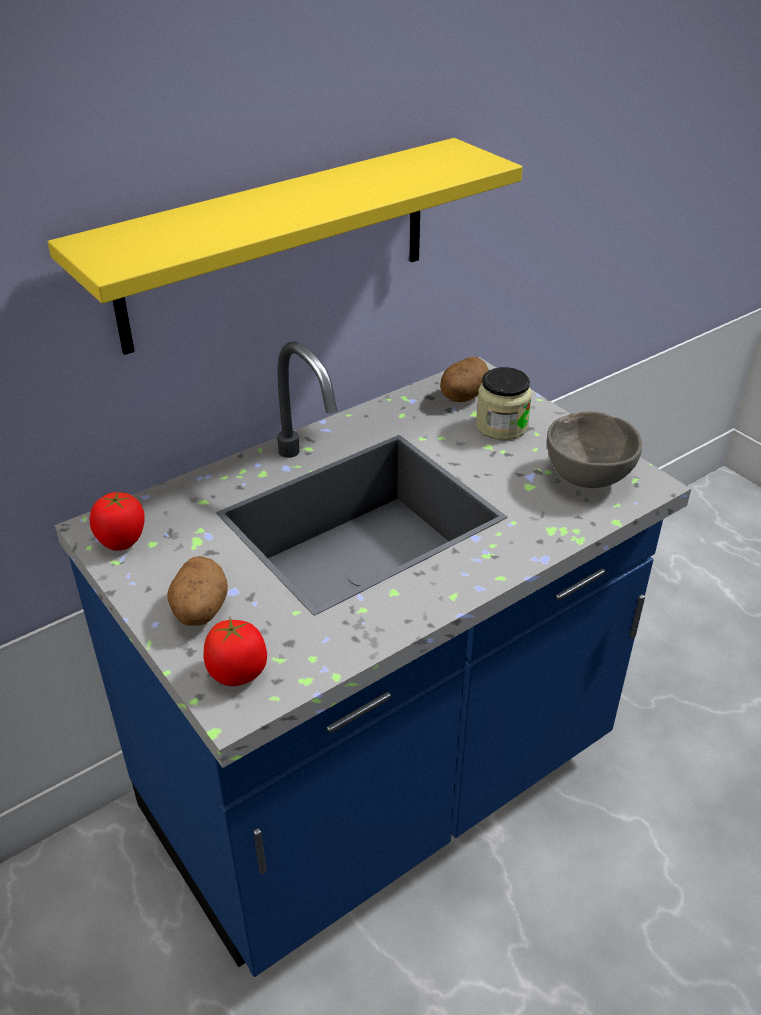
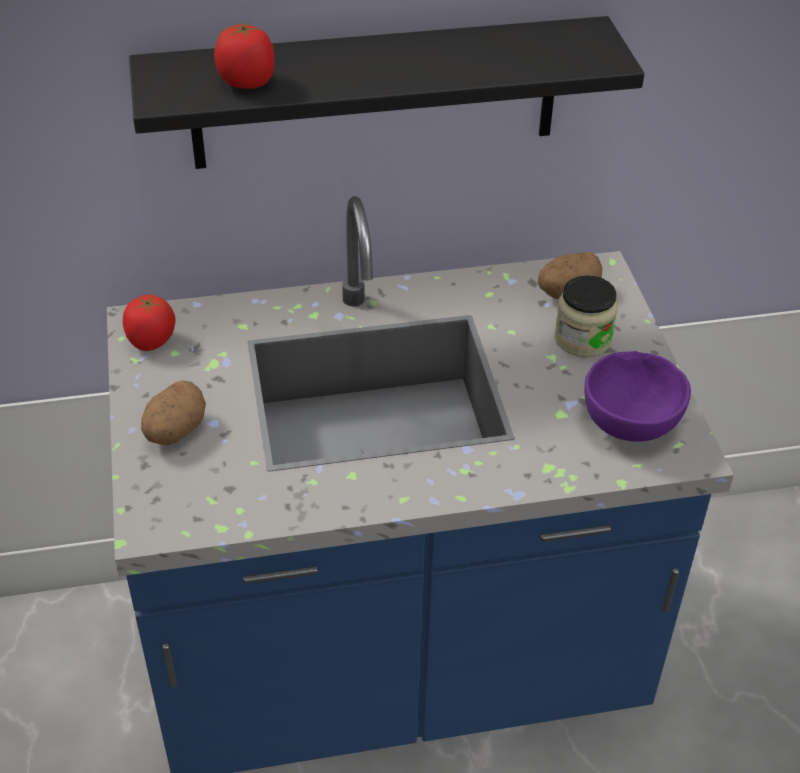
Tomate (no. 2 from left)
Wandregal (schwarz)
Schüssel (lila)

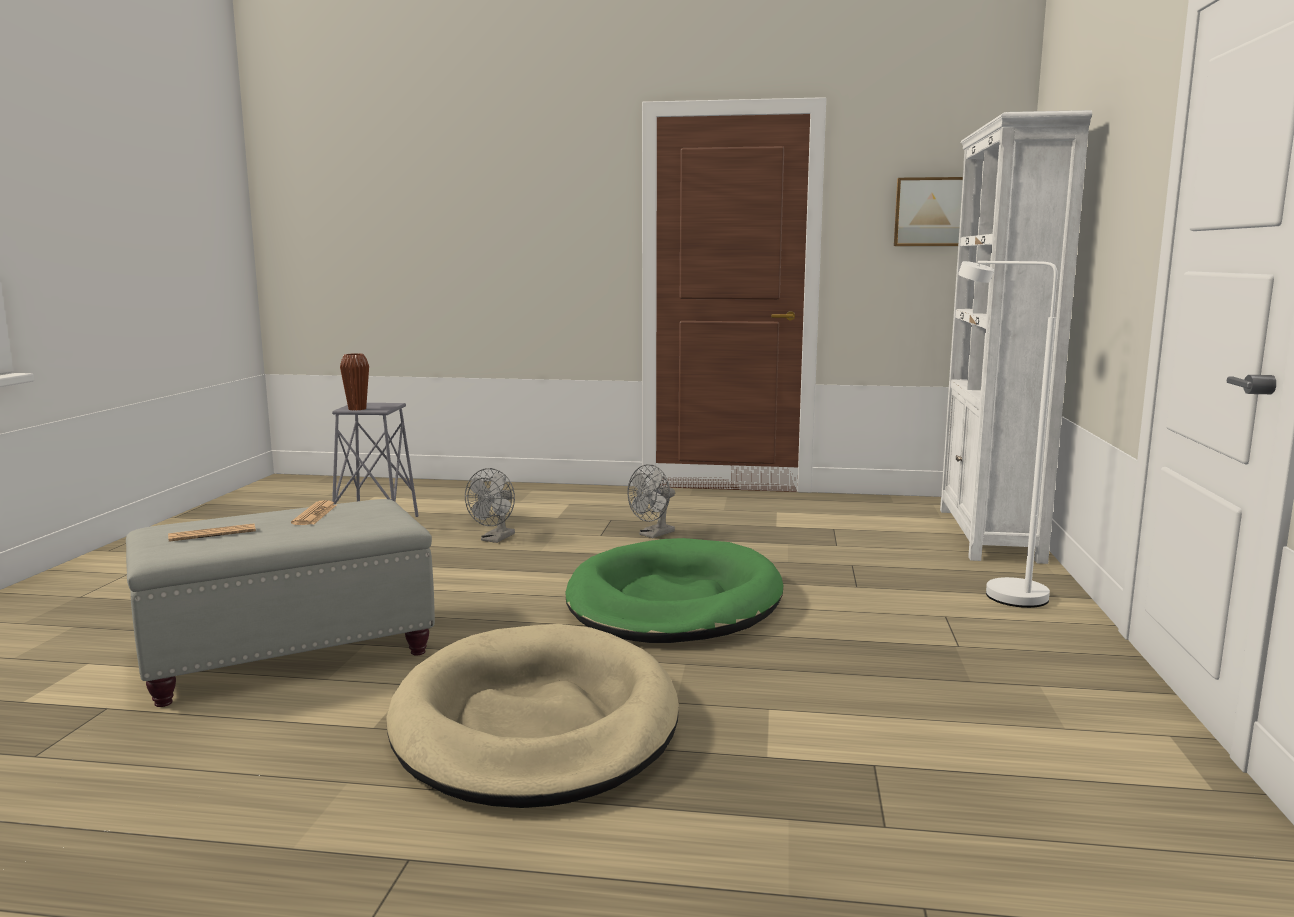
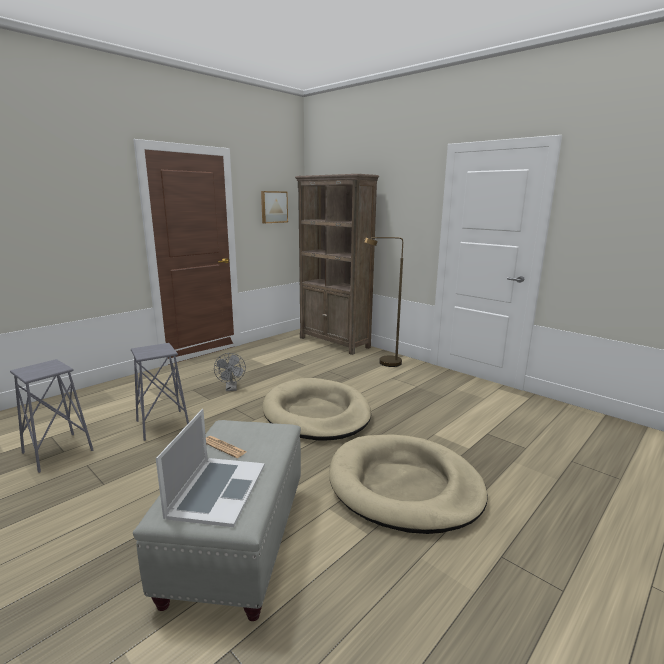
Vase (braun)
Laptop
Hocker (grau) (no. 2 from left)
Hundebett (beige) (no. 1 from left)
Bücherregal (braun)
Stehlampe (braun)

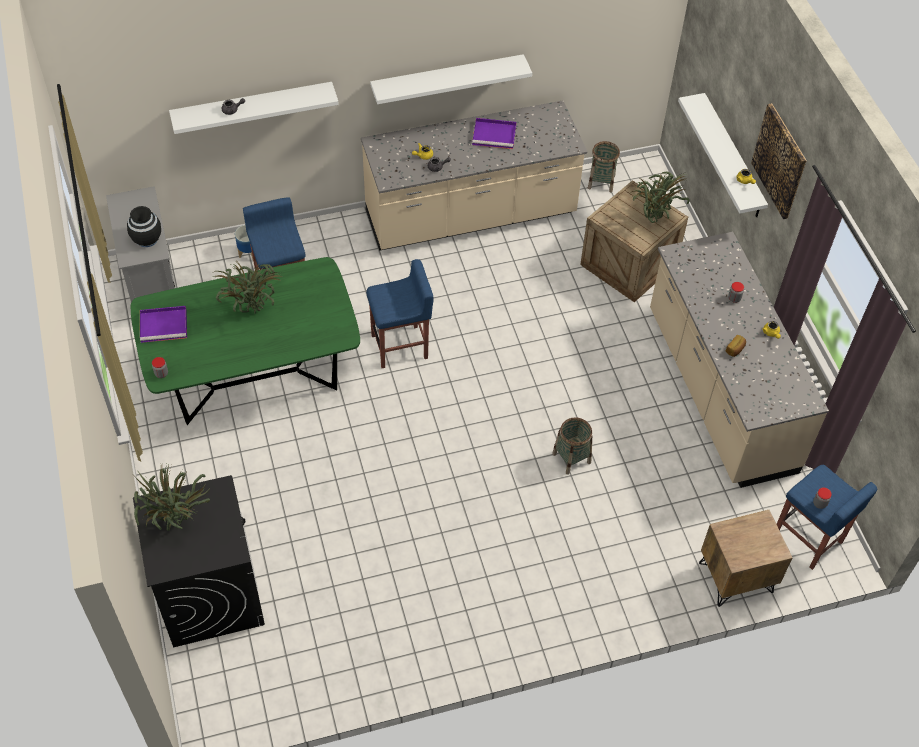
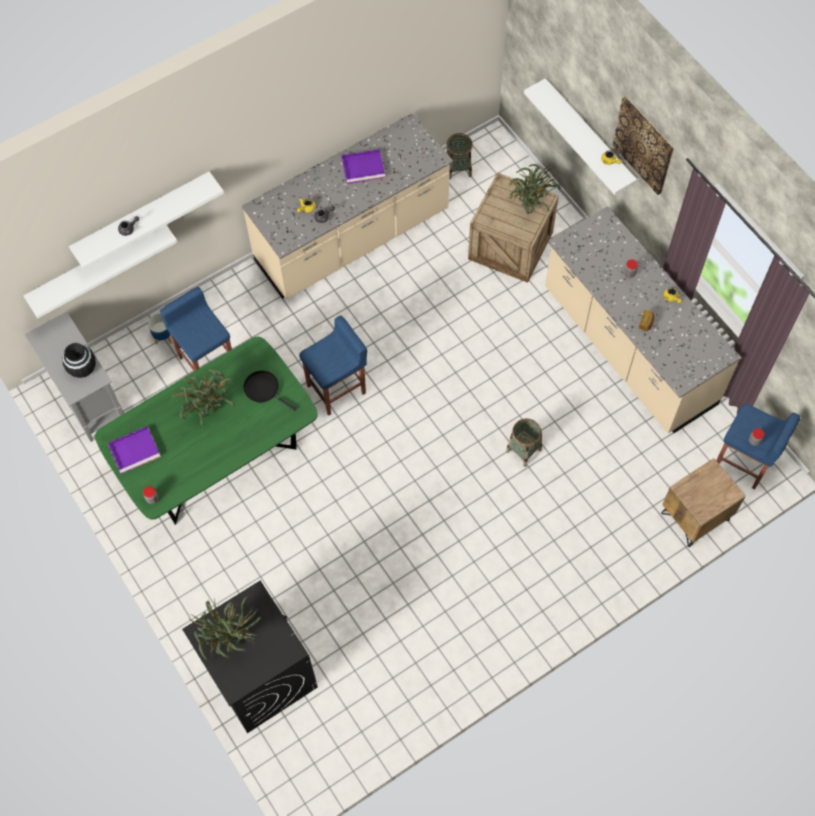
Pfanne (schwarz)
Wandregal (weiß) (no. 1 from left)

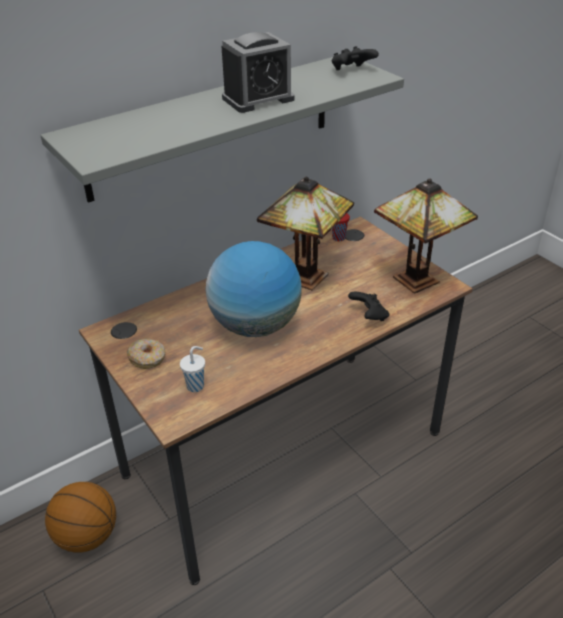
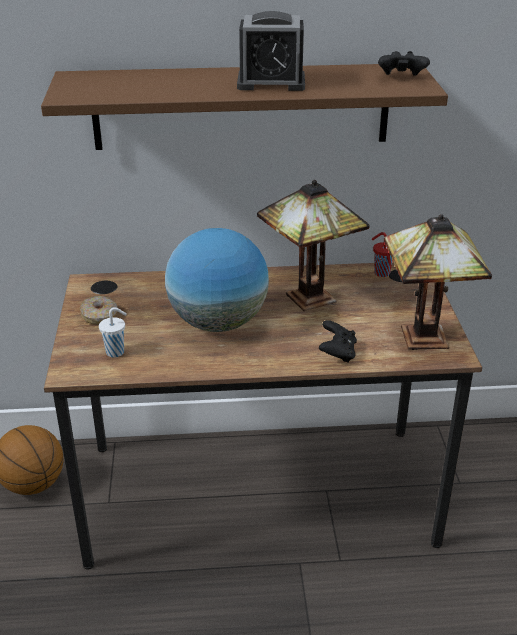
Wandregal (braun)

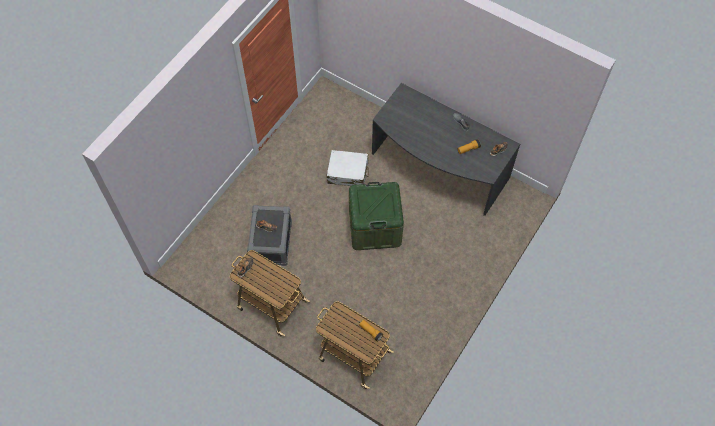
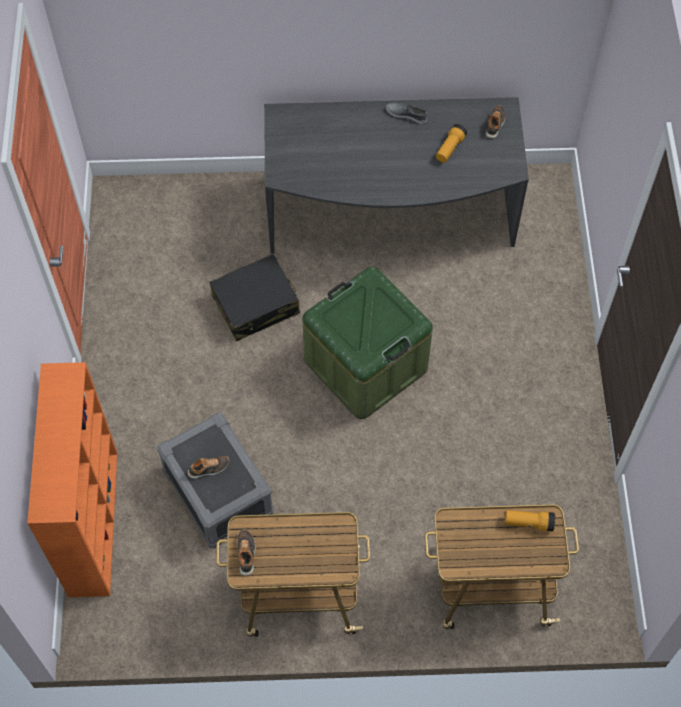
Bücherregal (orange)
Koffer (schwarz)

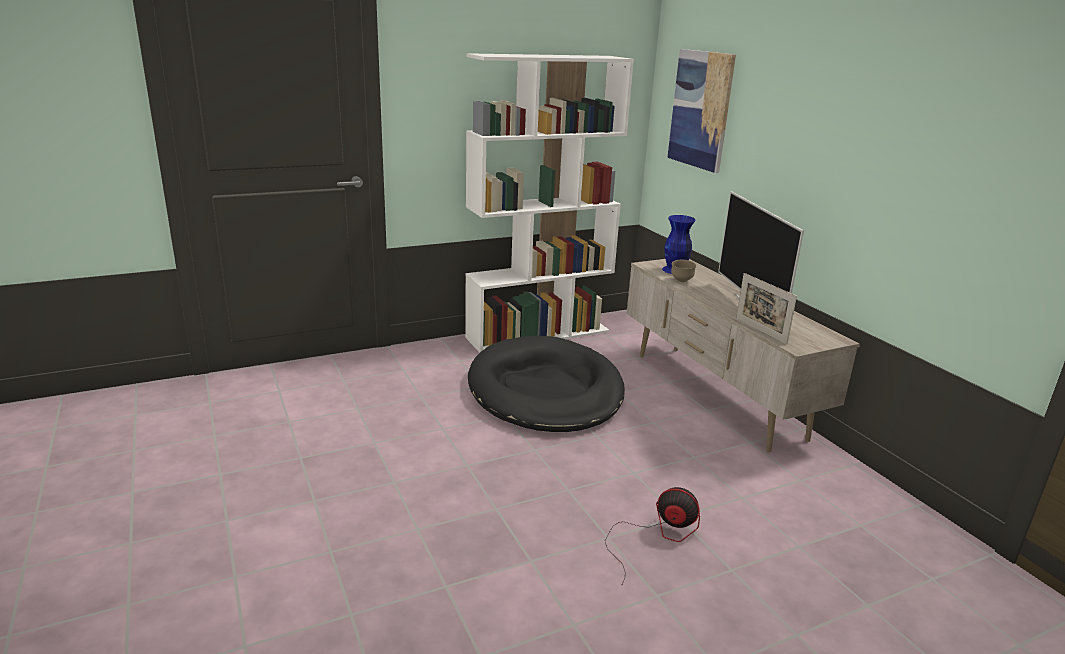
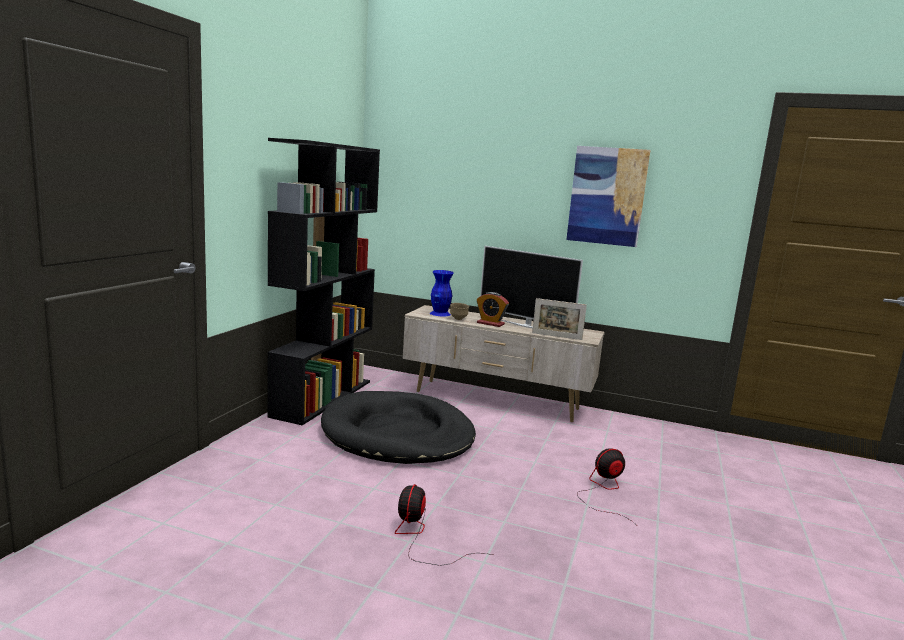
Ventilator (no. 1 from left)
Wecker
Bild
Bücherregal (schwarz)

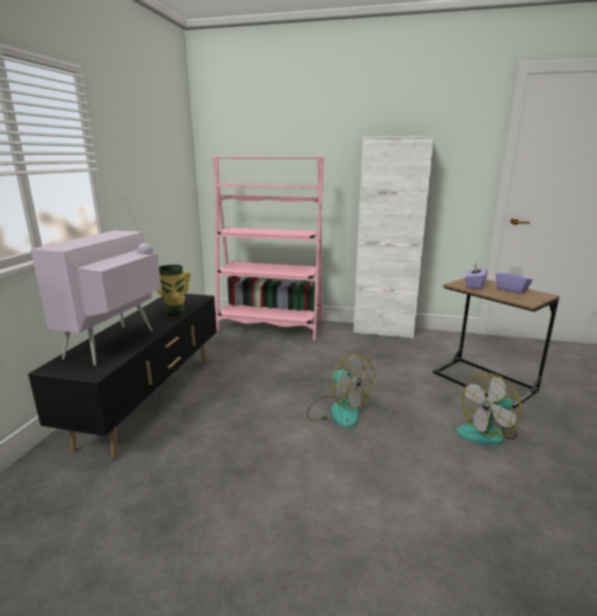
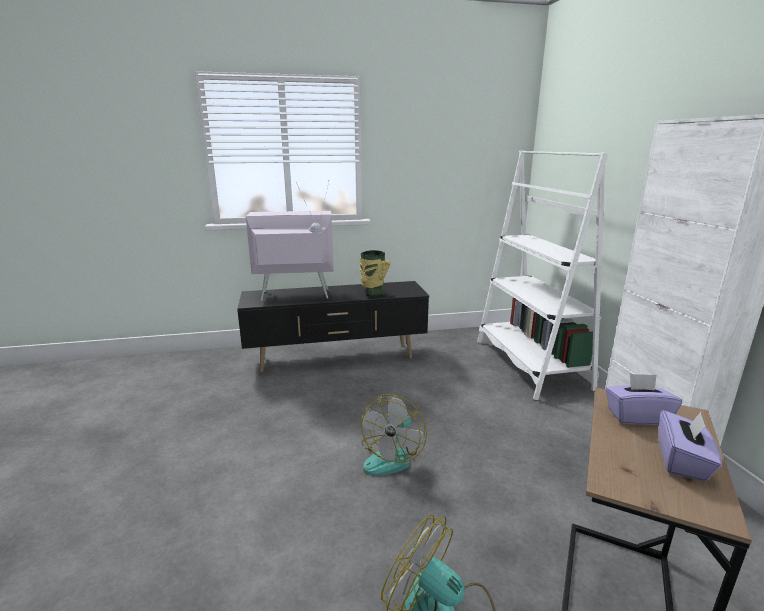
Bücherregal (weiß)

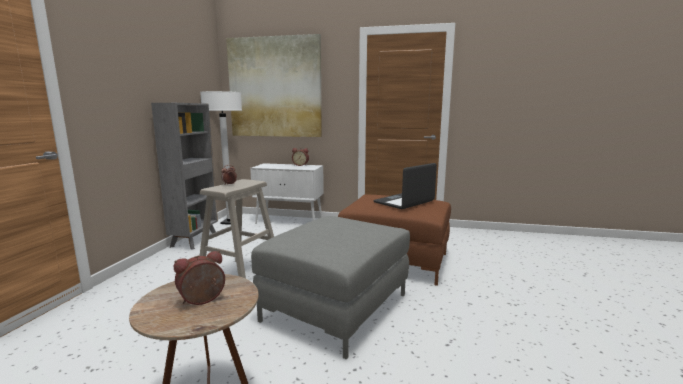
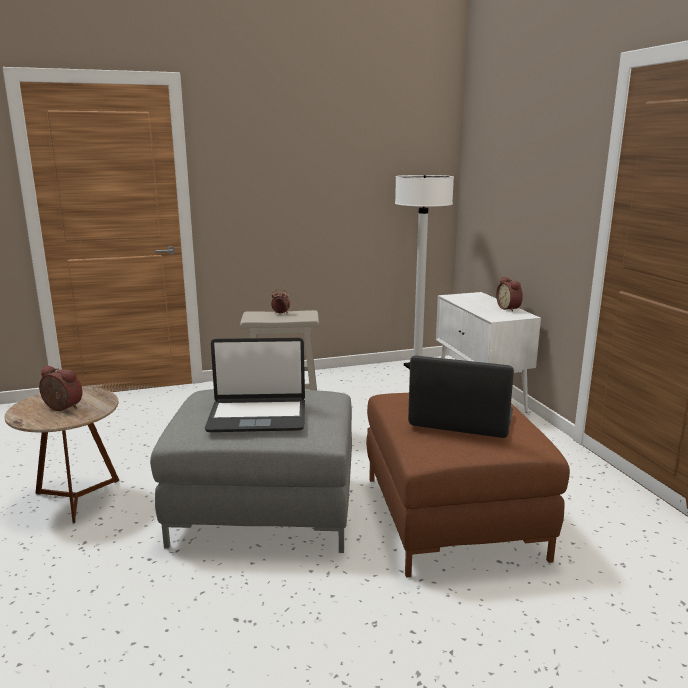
Bücherregal (grau)
Bild
Laptop (no. 1 from left)

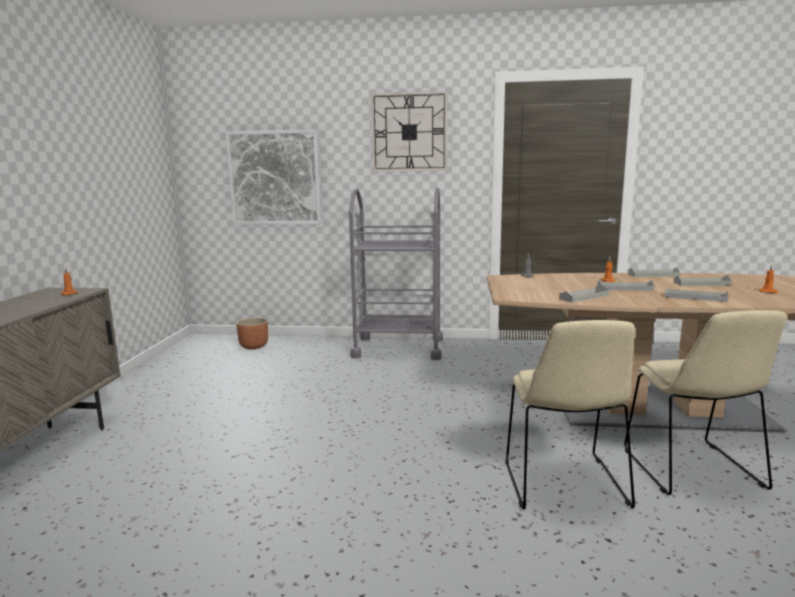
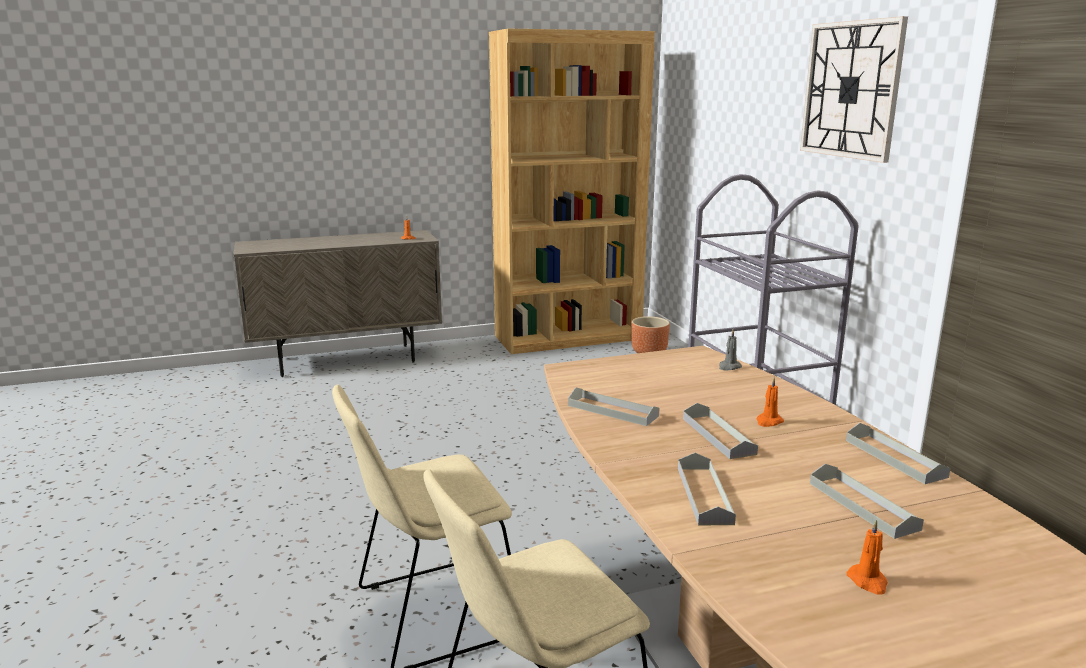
Bild
Bücherregal (braun)

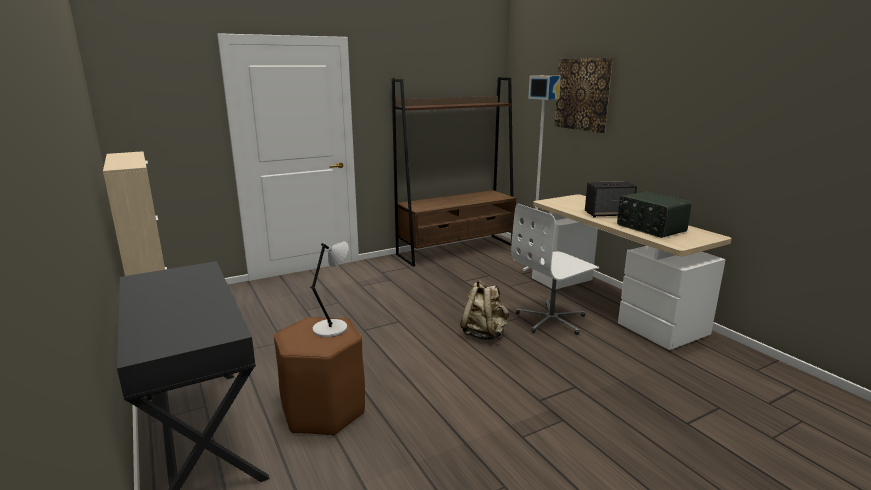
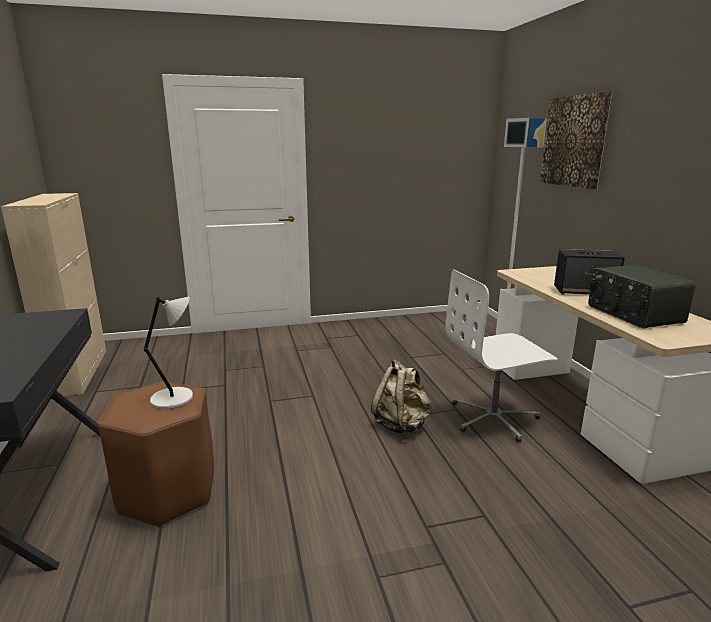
Bücherregal (braun)

